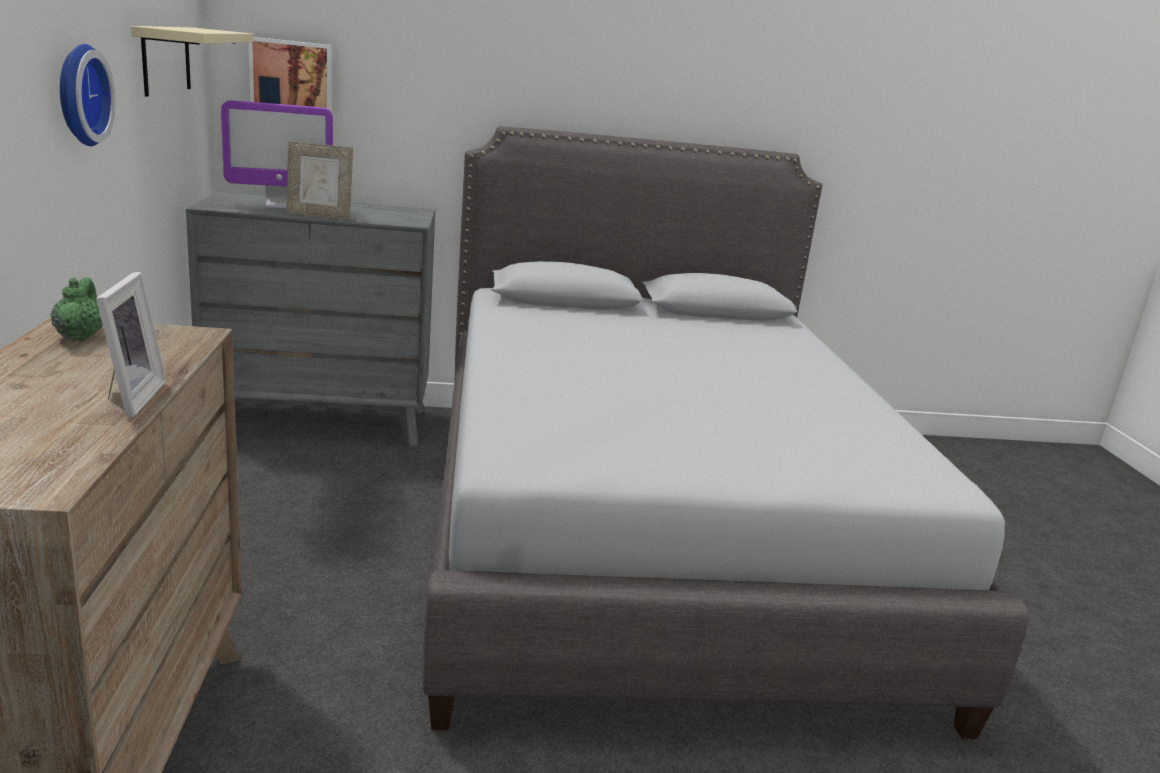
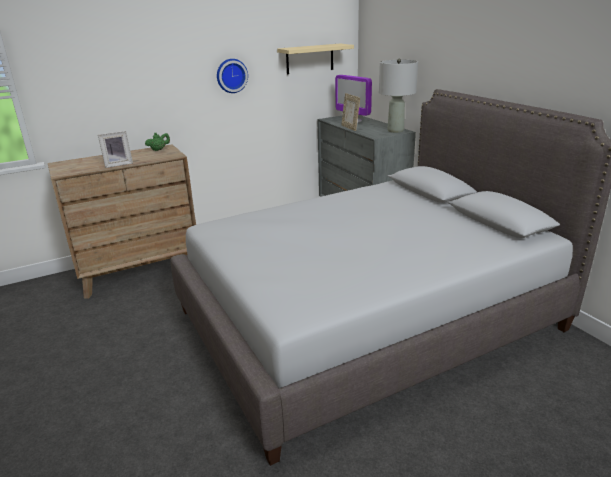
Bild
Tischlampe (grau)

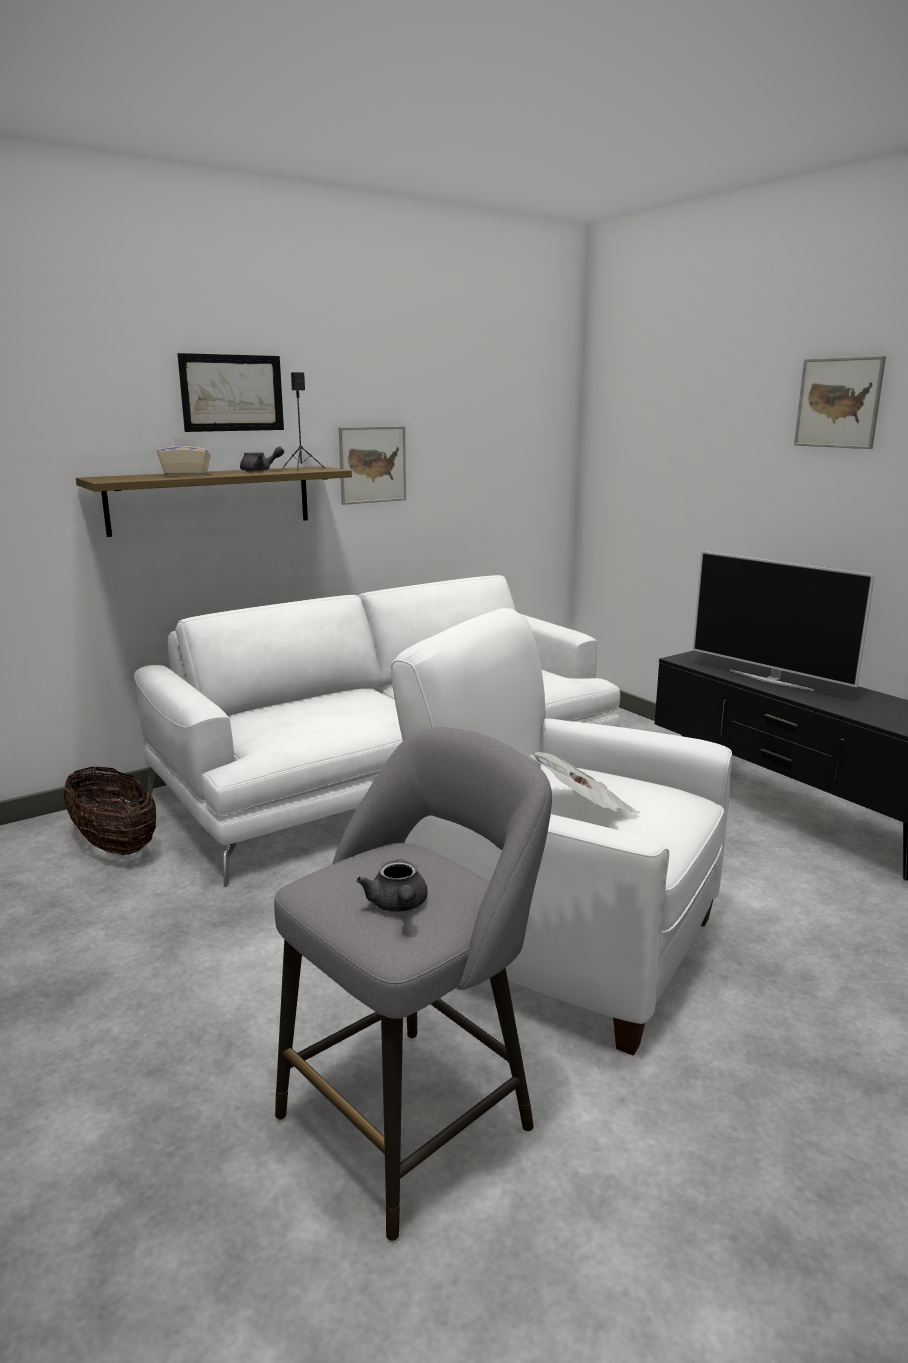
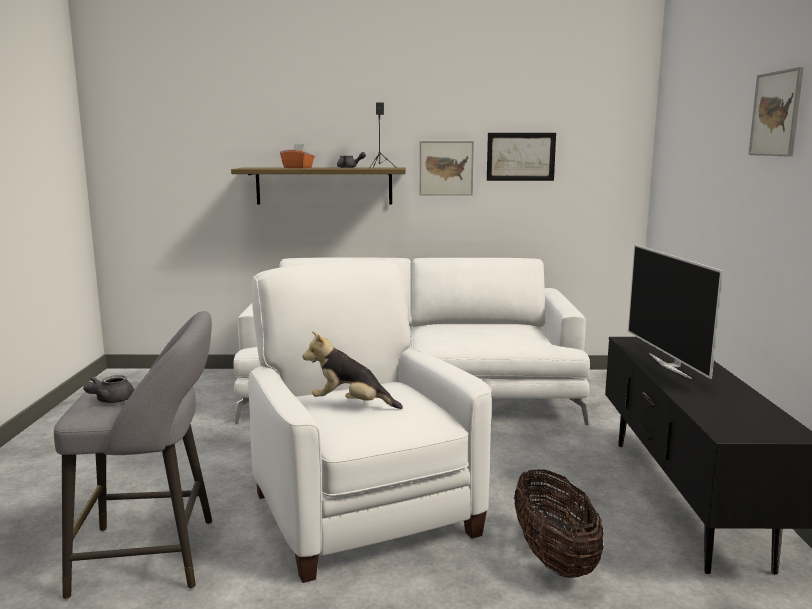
Korb
Bild (no. 2 from left)
Plüschtier
Taschentuchbox (orange)

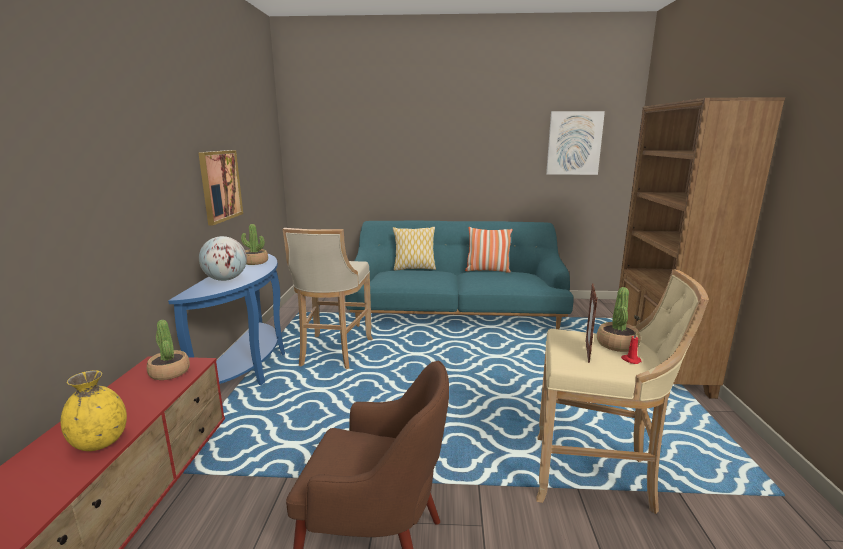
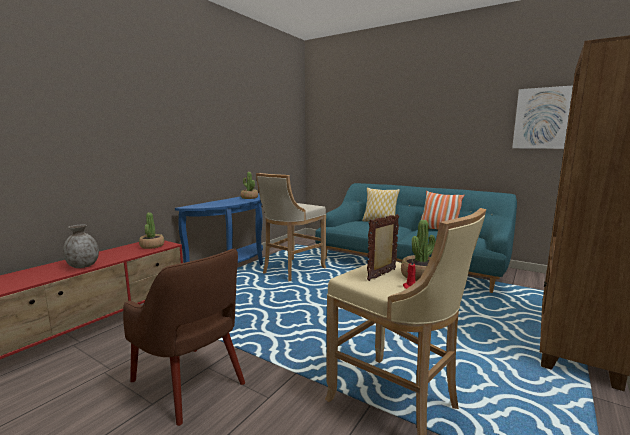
Bild (no. 1 from left in the first image)
Globus
Vase (grau)

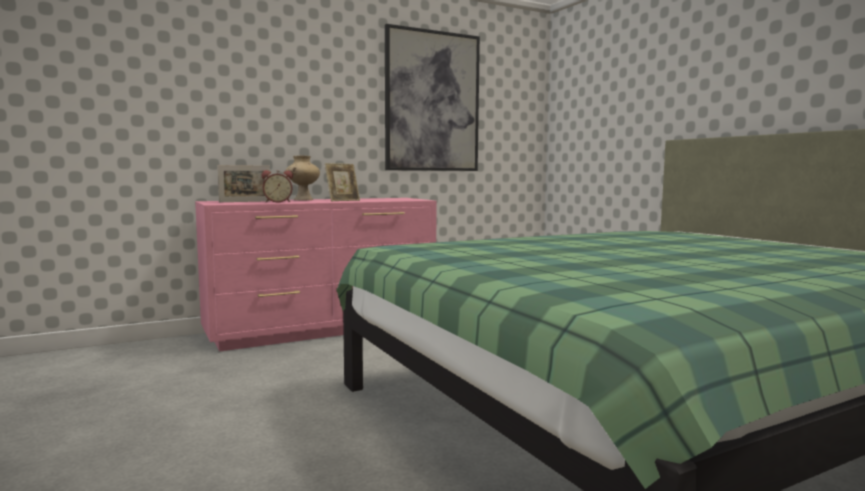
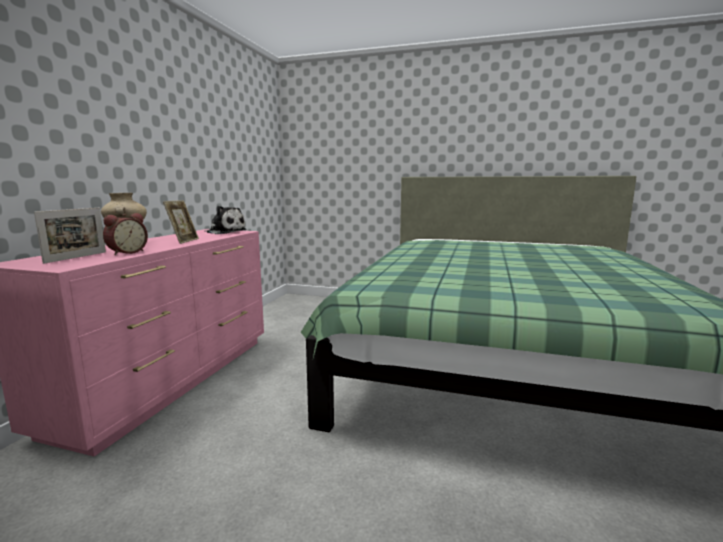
Bild
Plüschtier

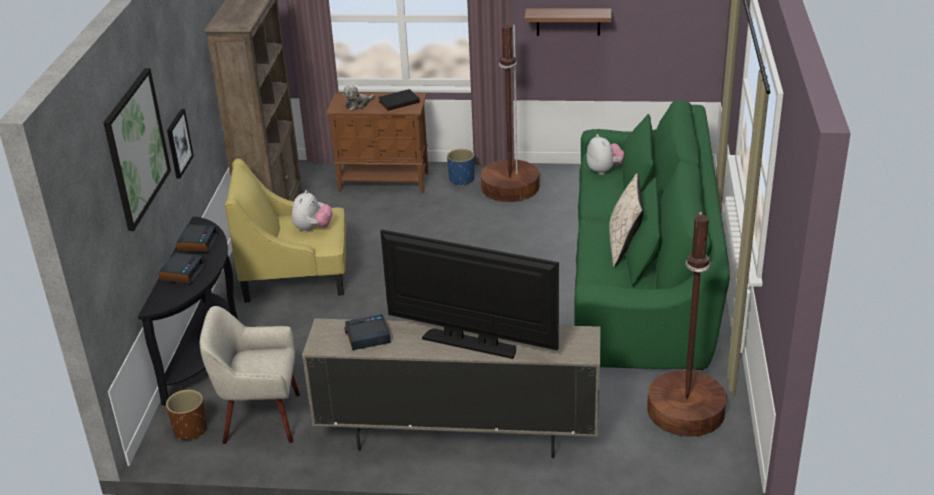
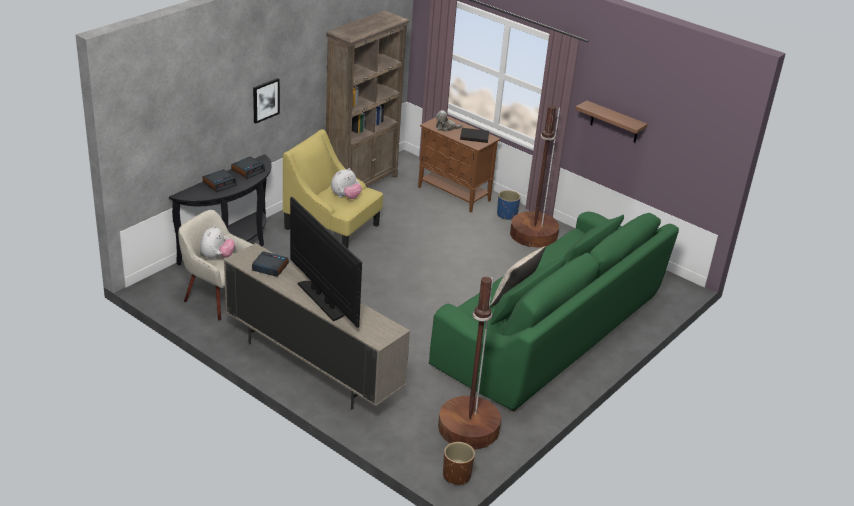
Bild (no. 1 from left in the first image)
Pflanzkübel (braun)
Plüschtier (no. 1 from left)

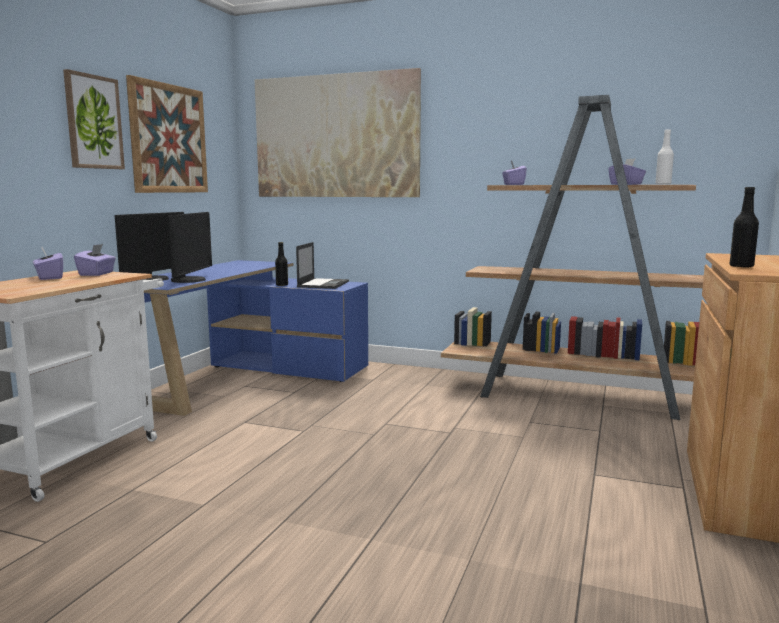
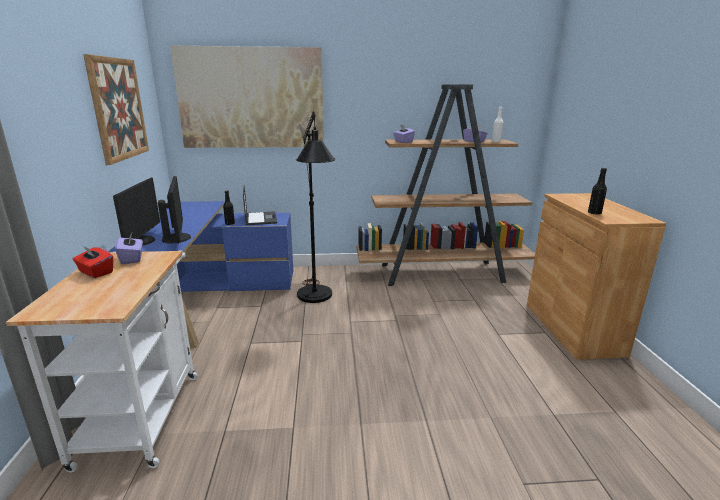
Bild (no. 1 from left in the first image)
Stehlampe (schwarz)
Taschentuchbox (rot)

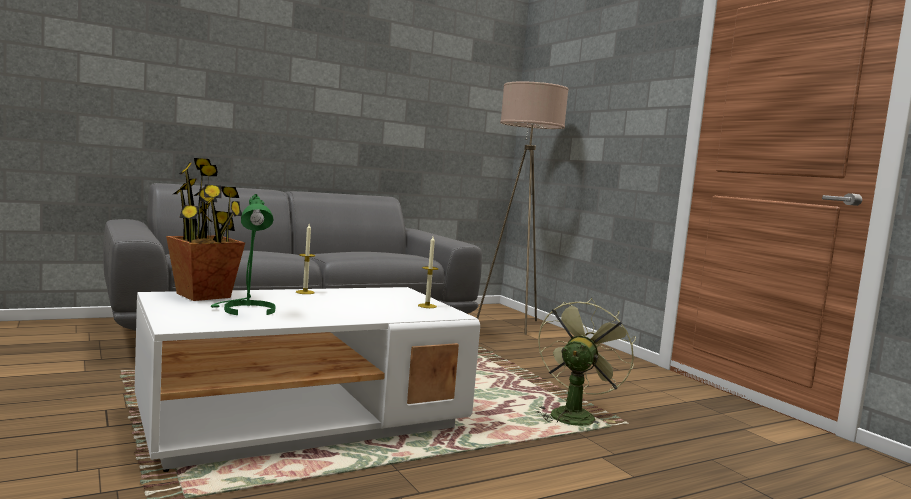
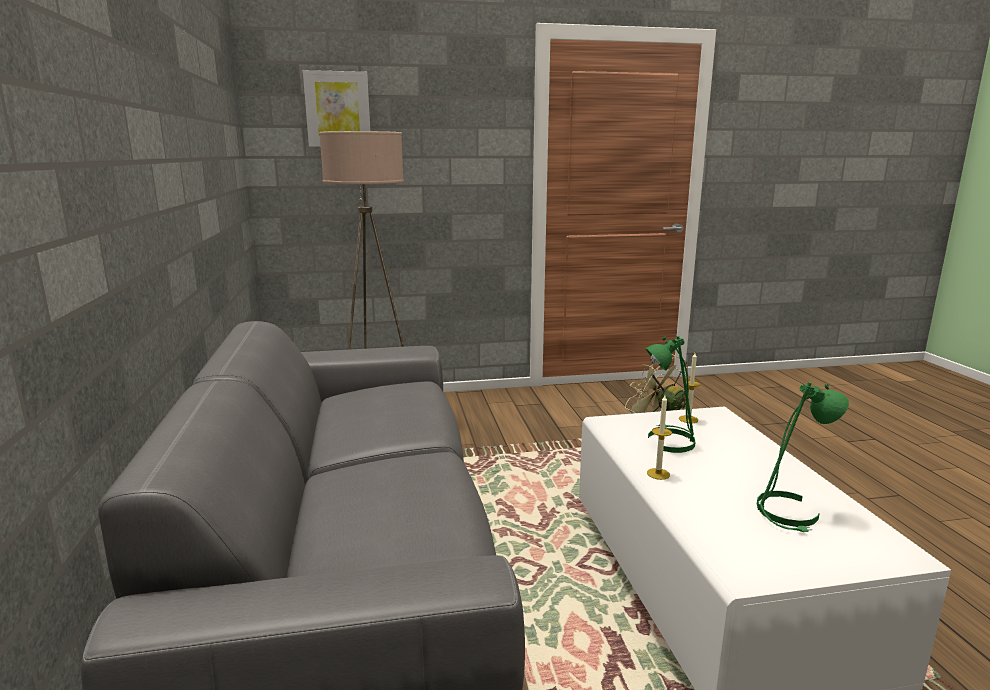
Topfpflanze
Bild
Tischlampe (grün) (no. 1 from left)

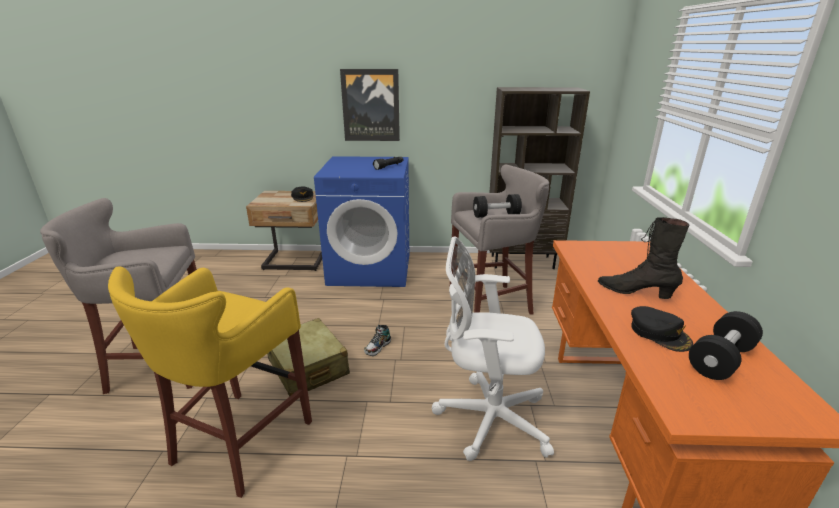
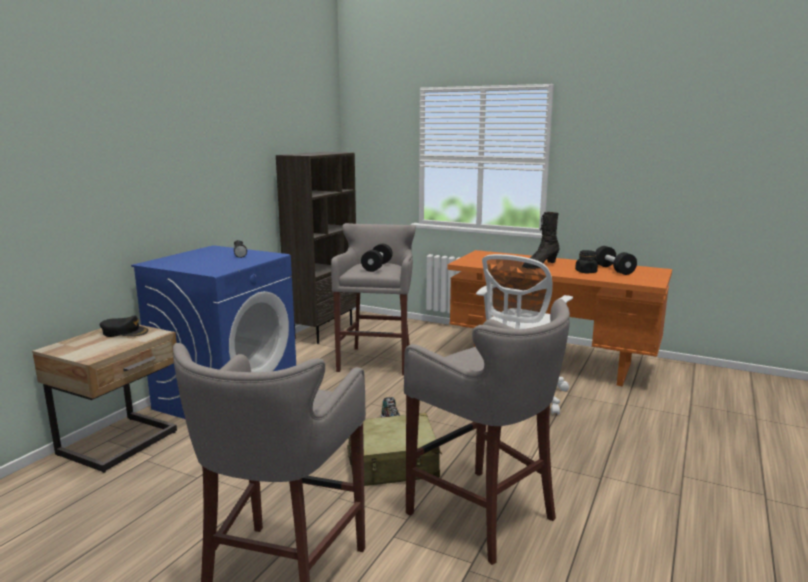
Bild
Vorratsglas (schwarz)
Hocker (grau) (no. 3 from left)

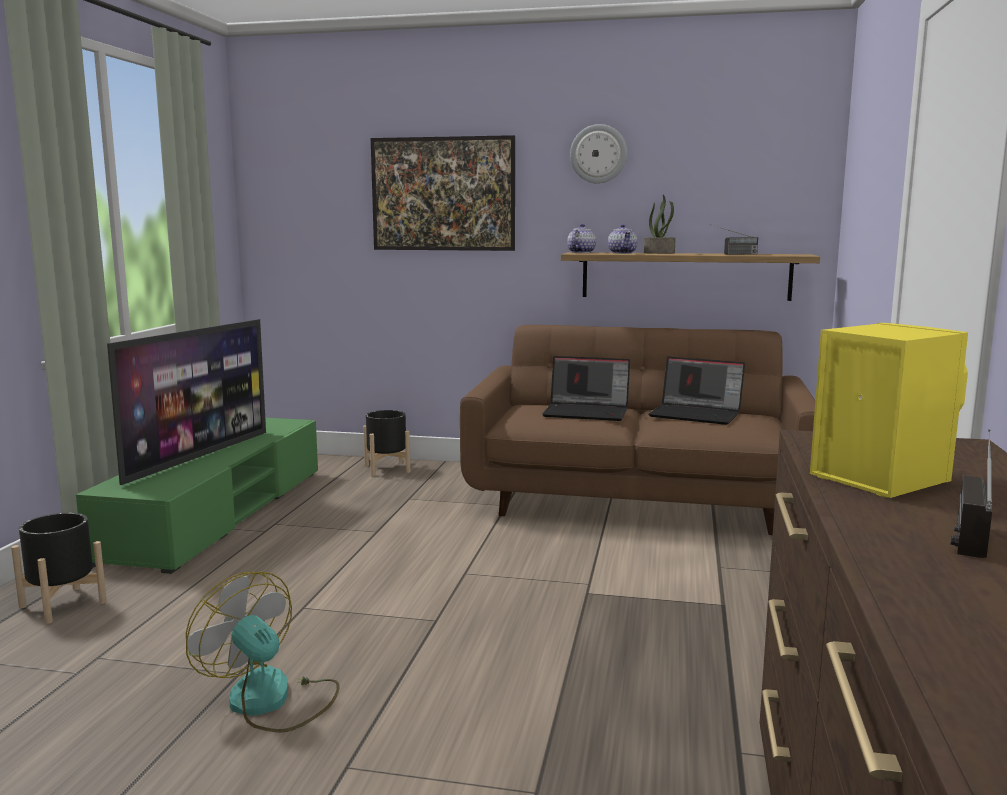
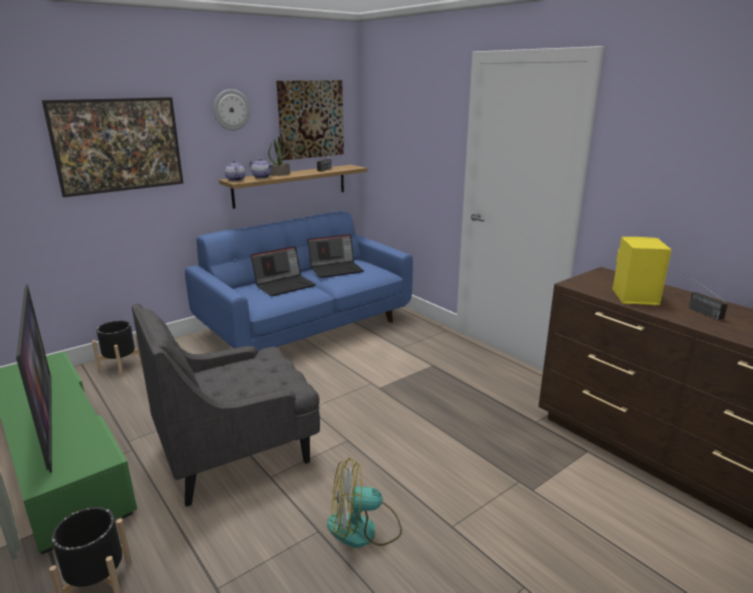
Sessel (grau)
Bild (no. 2 from left)
Sofa (blau)

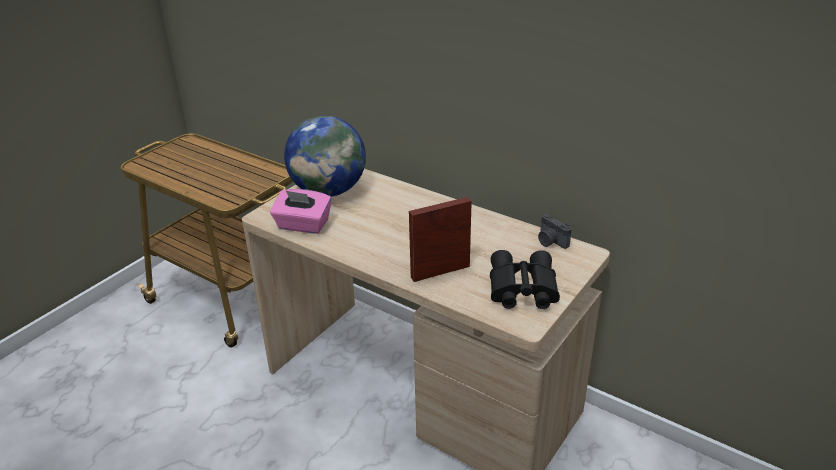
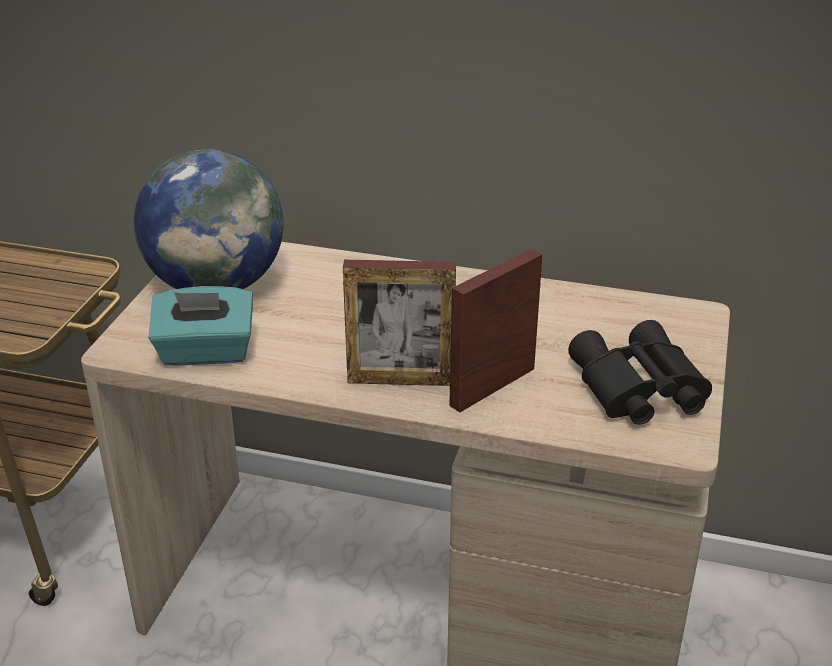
Kamera
Bilderrahmen (no. 1 from left)
Taschentuchbox (türkis)

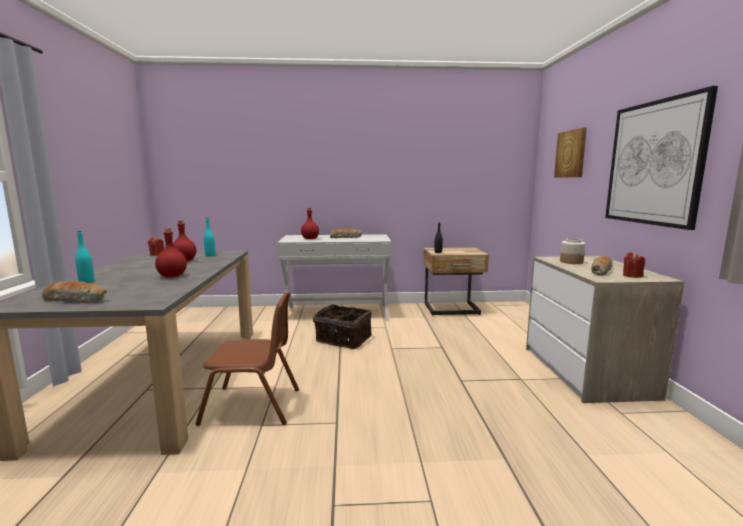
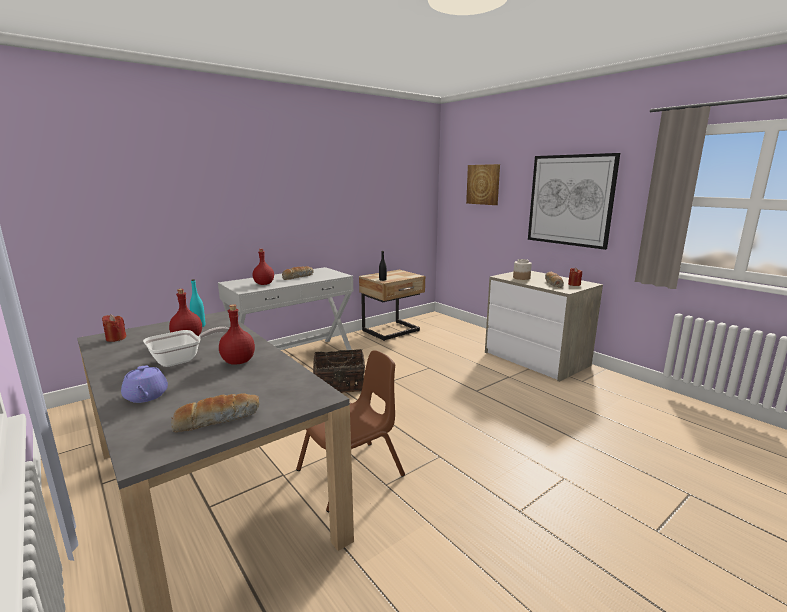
Pfanne
Teekanne (lila)

